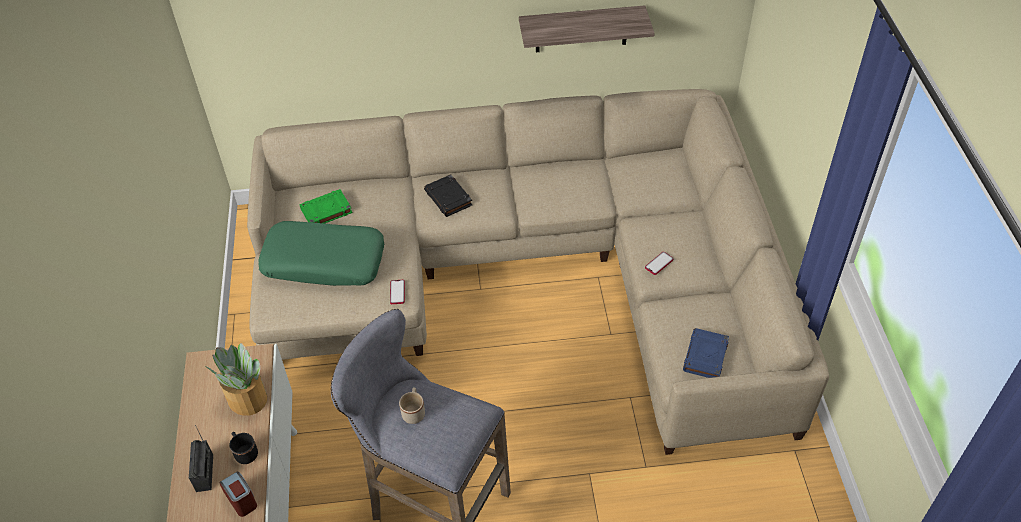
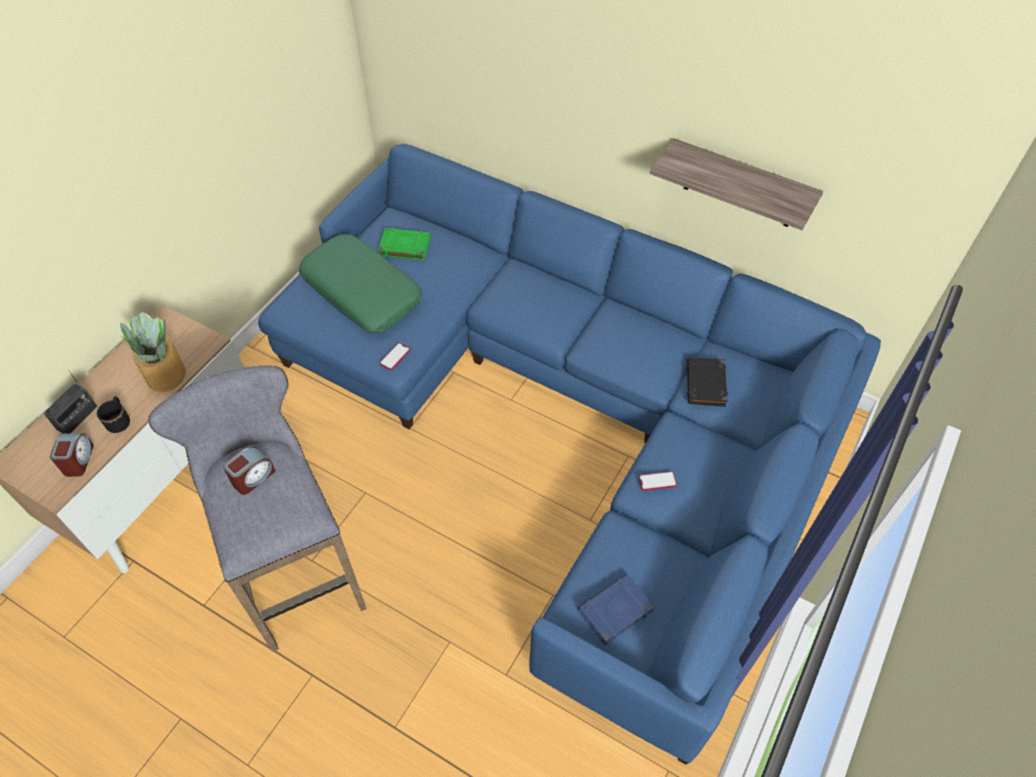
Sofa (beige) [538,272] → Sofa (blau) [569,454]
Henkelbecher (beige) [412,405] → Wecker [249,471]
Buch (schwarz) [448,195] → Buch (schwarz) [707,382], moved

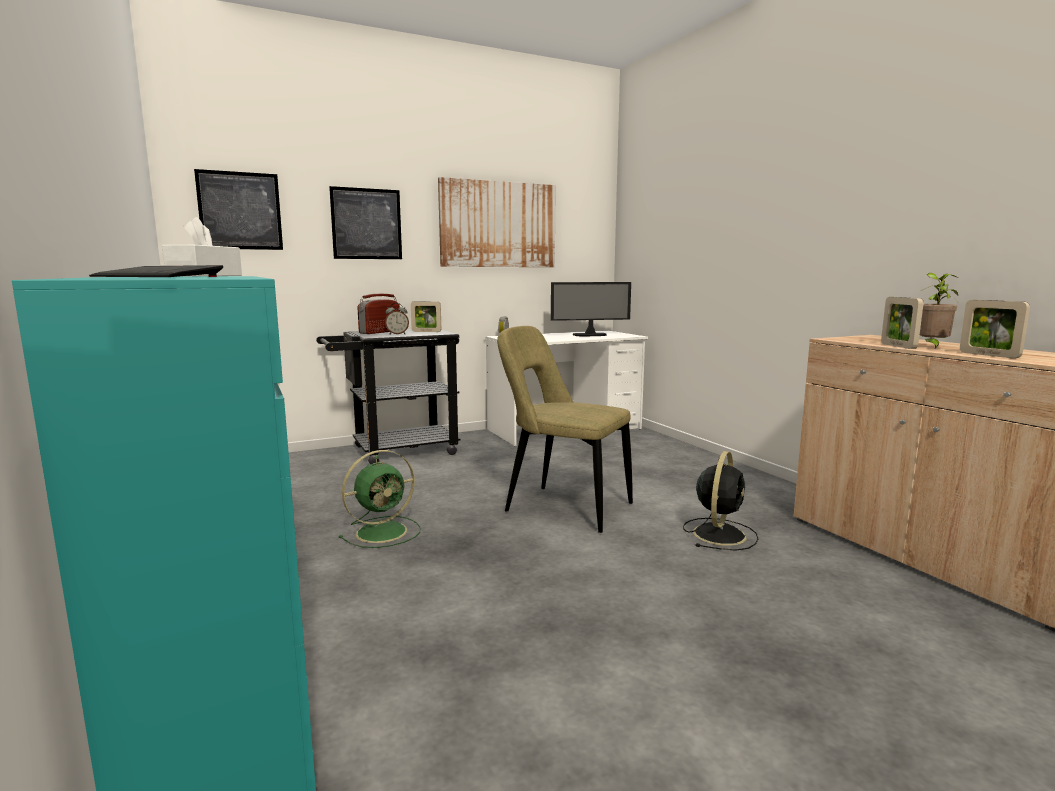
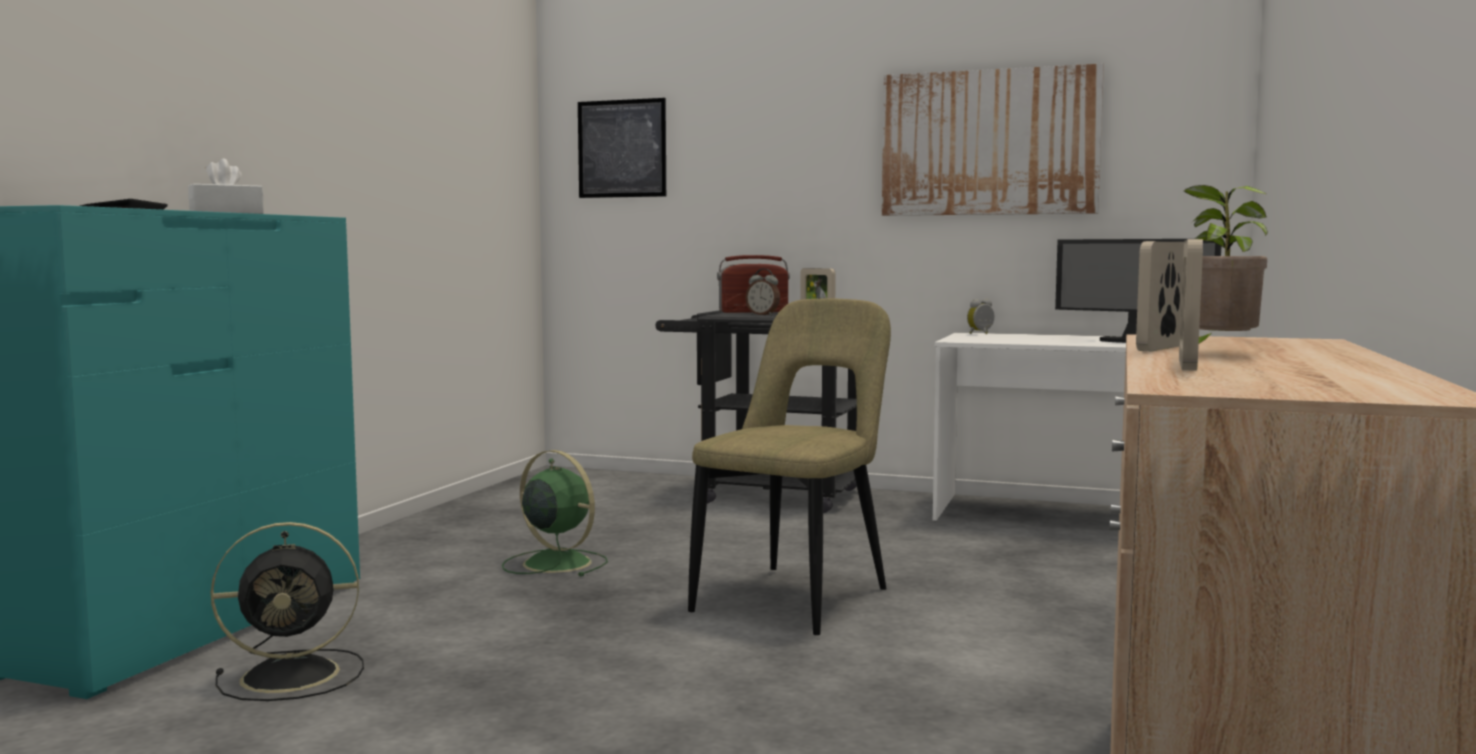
Bild [365,222] → -
Ventilator (grün) [379,499] → Ventilator (grün) [555,513], 150 degrees counterclockwise
Stuhl (beige) [565,429] → Stuhl (beige) [789,467], 45 degrees clockwise
Ventilator (schwarz) [720,501] → Ventilator (schwarz) [287,611], moved

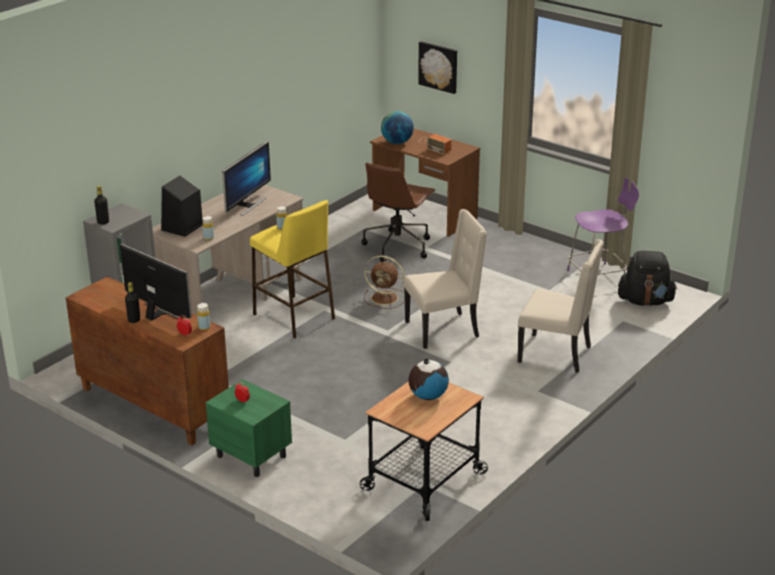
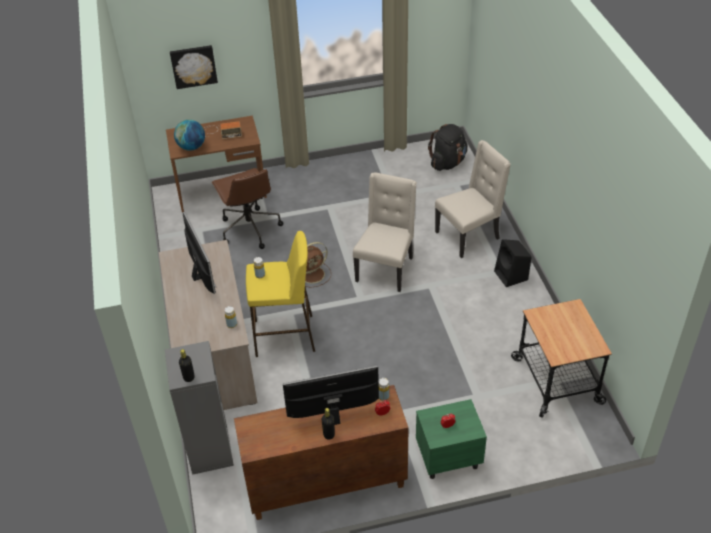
Lautsprecher (schwarz) [182,206] → Lautsprecher (schwarz) [512,263], moved
Globus [428,379] → -
Stuhl (lila) [603,226] → -

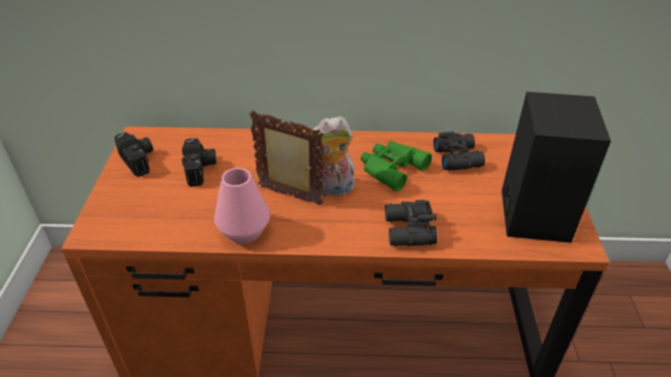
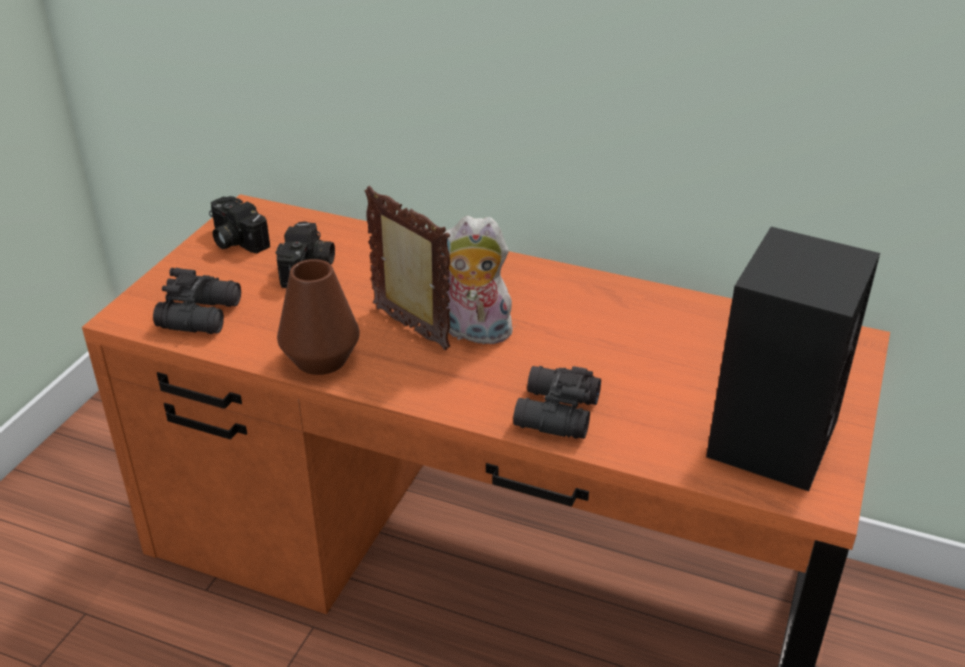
Kamera [133,154] → Kamera [239,224], 150 degrees clockwise
Vase (rosa) [242,206] → Vase (braun) [318,317]
Fernglas (grün) [396,166] → -
Fernglas (schwarz) [459,151] → Fernglas (schwarz) [197,301], moved

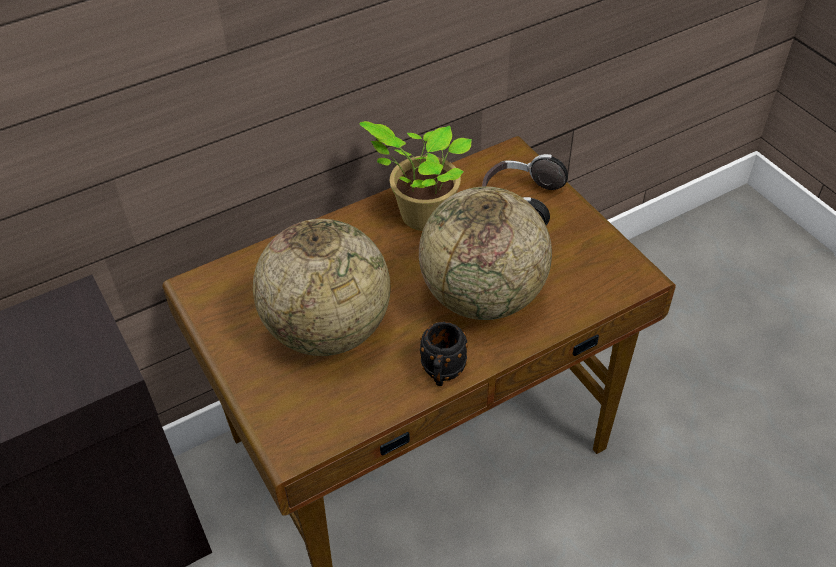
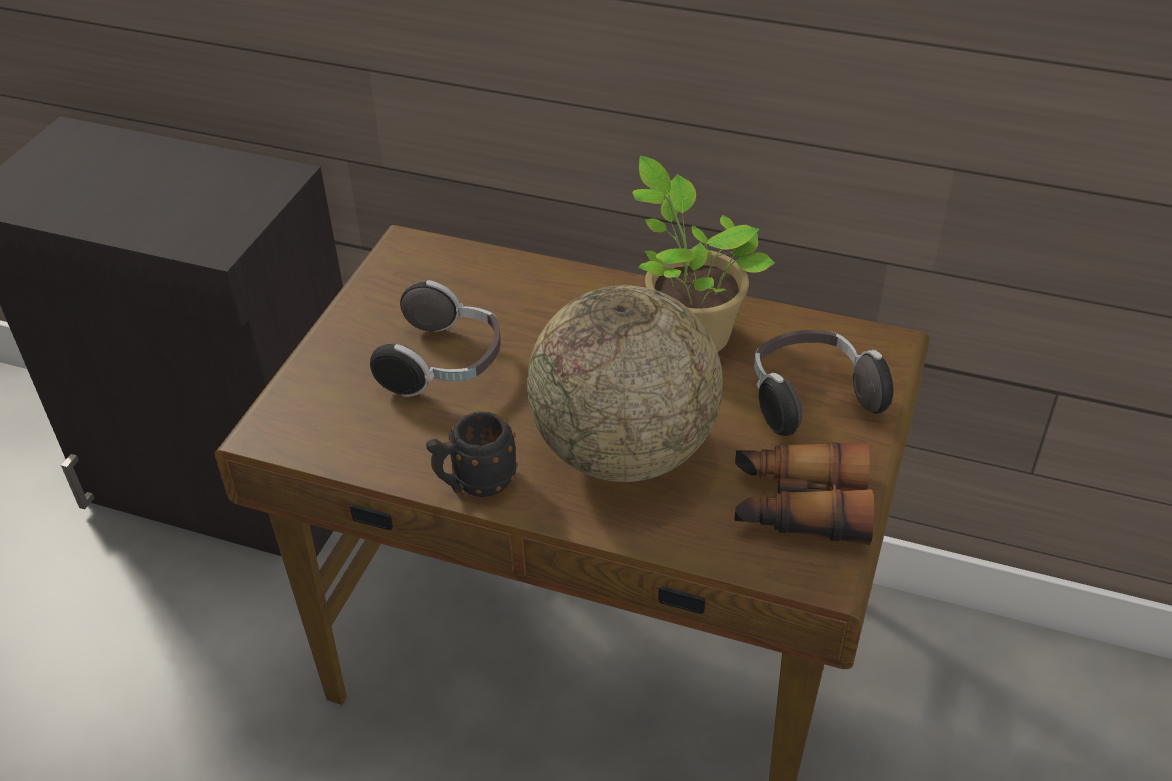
Globus [322,287] → Kopfhörer [435,338]
- → Fernglas [804,493]

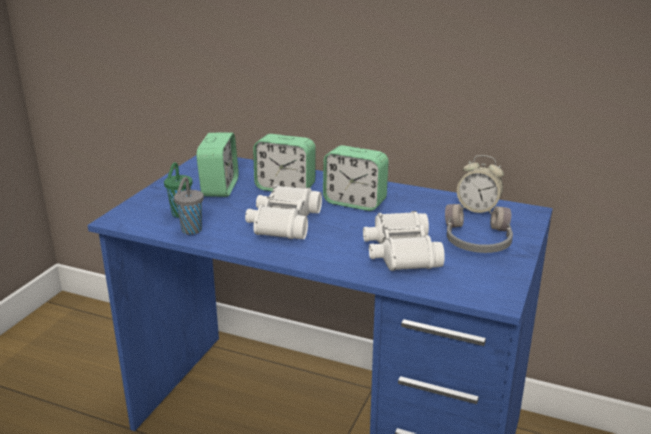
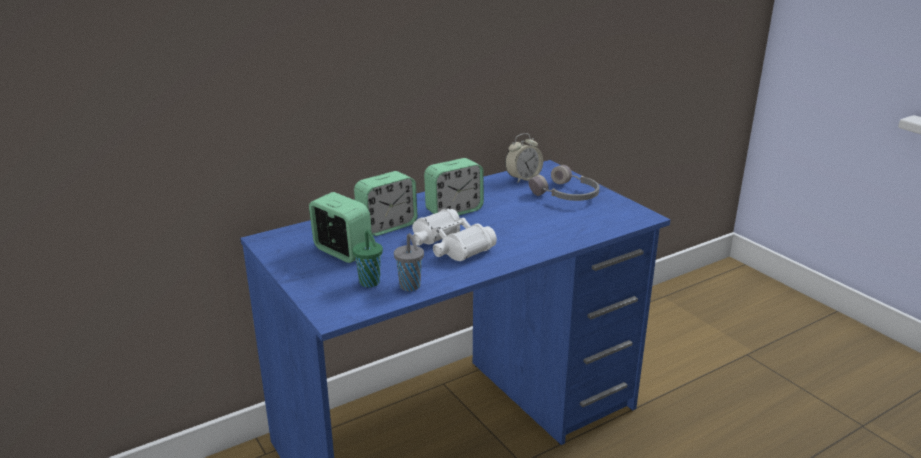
Fernglas (weiß) [404,241] → -

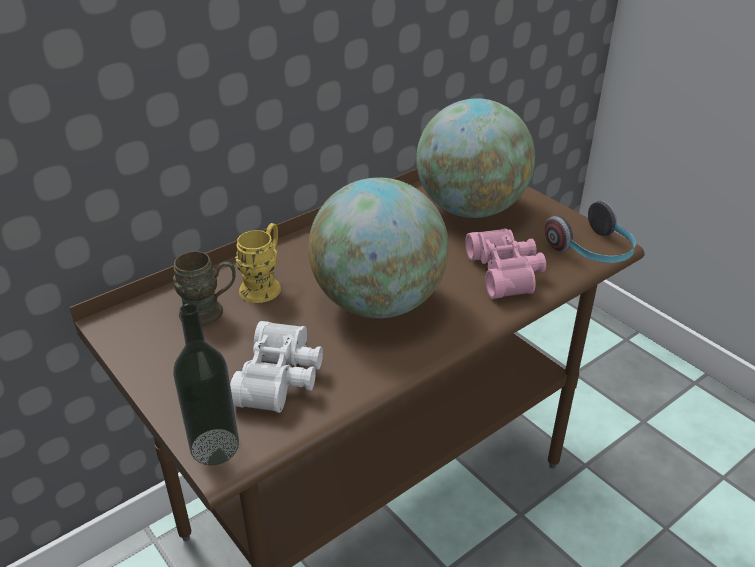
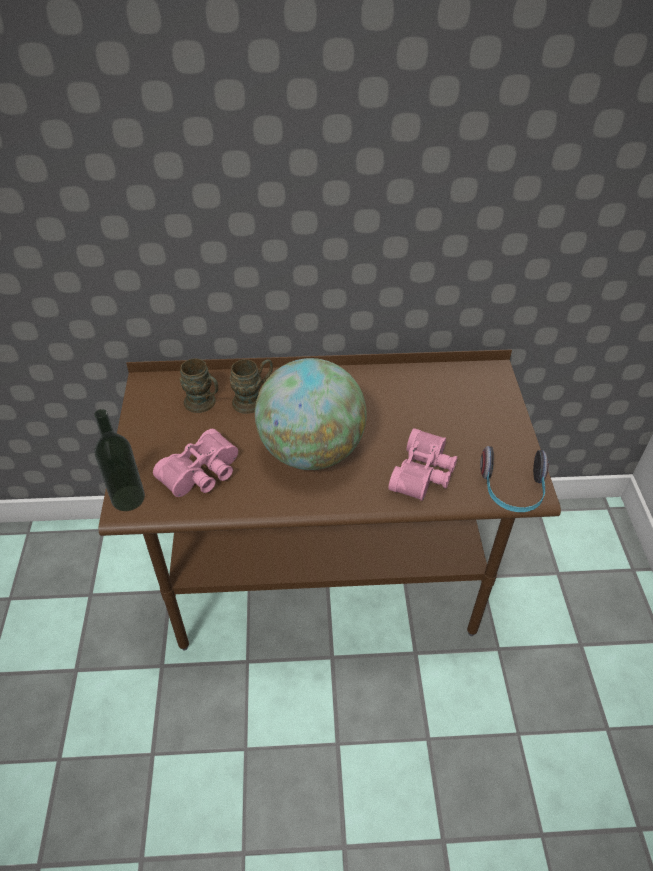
Fernglas (weiß) [276,367] → Fernglas (rosa) [195,463]
Henkelbecher (gelb) [258,263] → Henkelbecher (braun) [251,386]
Globus [475,158] → -

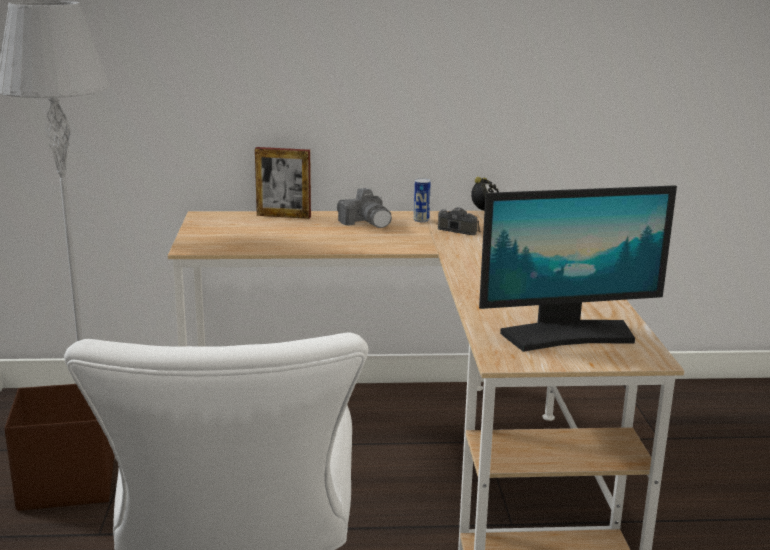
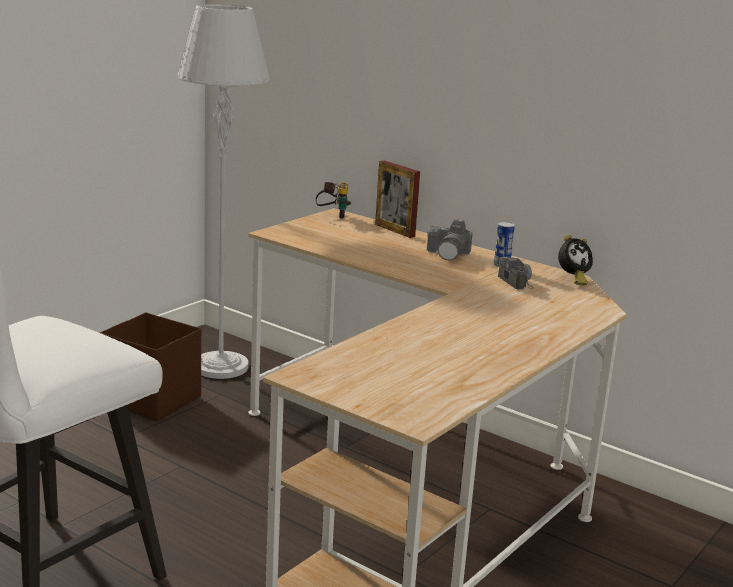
Monitor [578,268] → -
- → Fernglas [333,200]

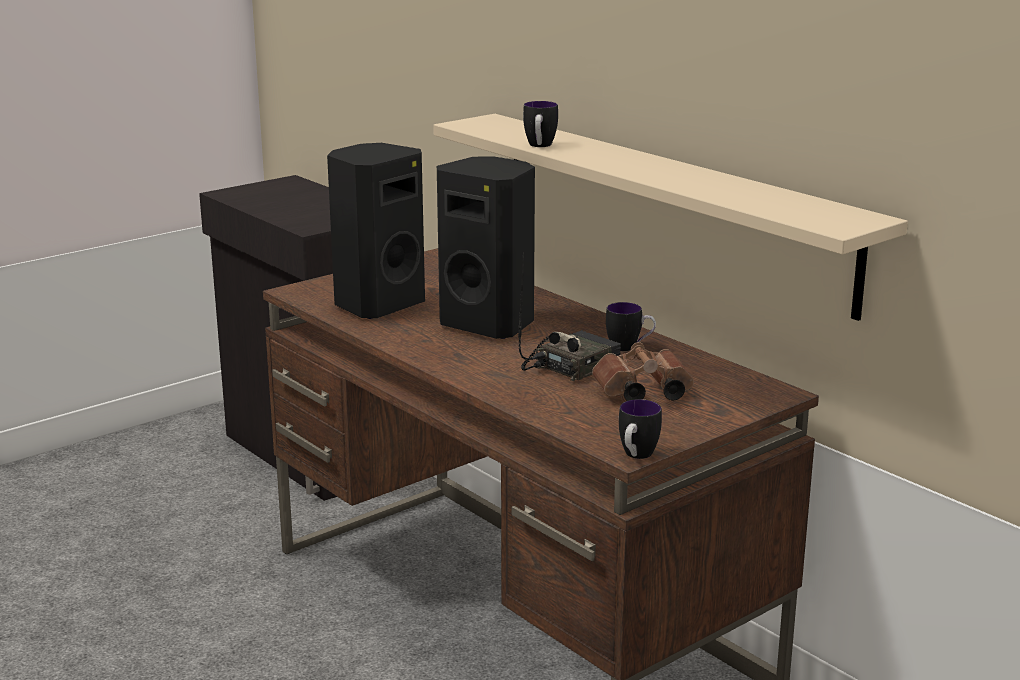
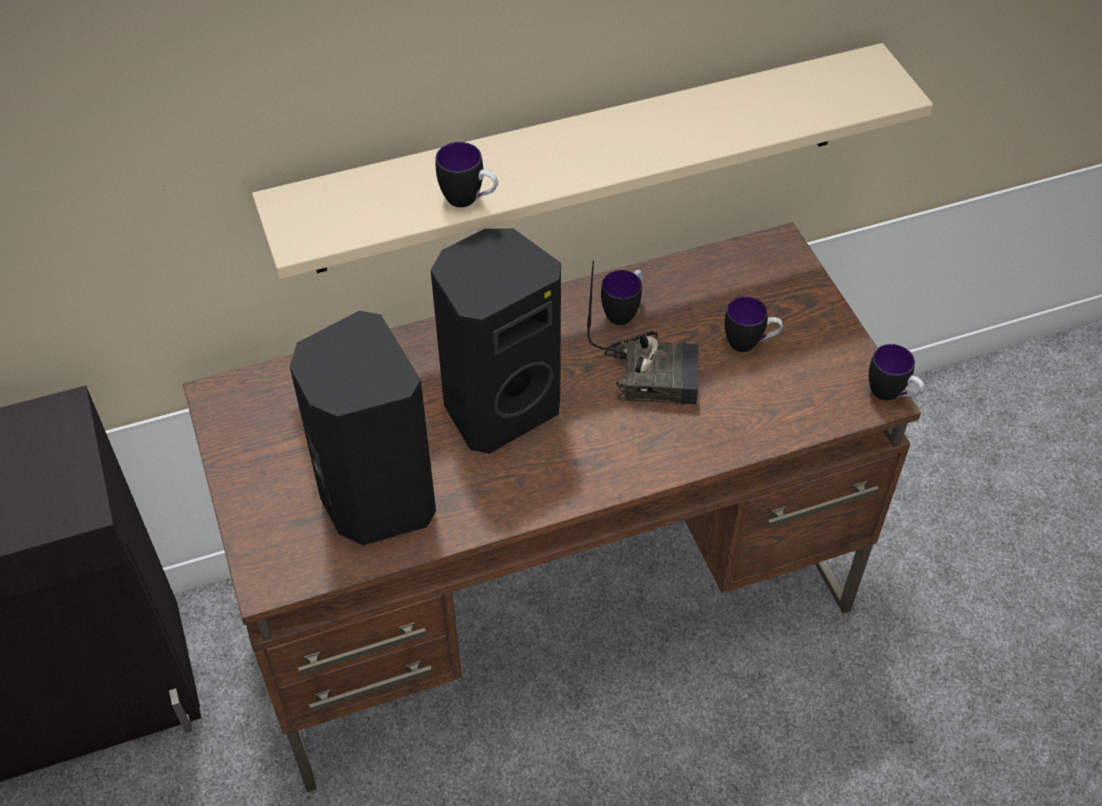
Radio [569,316] → Radio [643,332], 120 degrees clockwise
Fernglas (braun) [643,372] → Henkelbecher [754,324]

